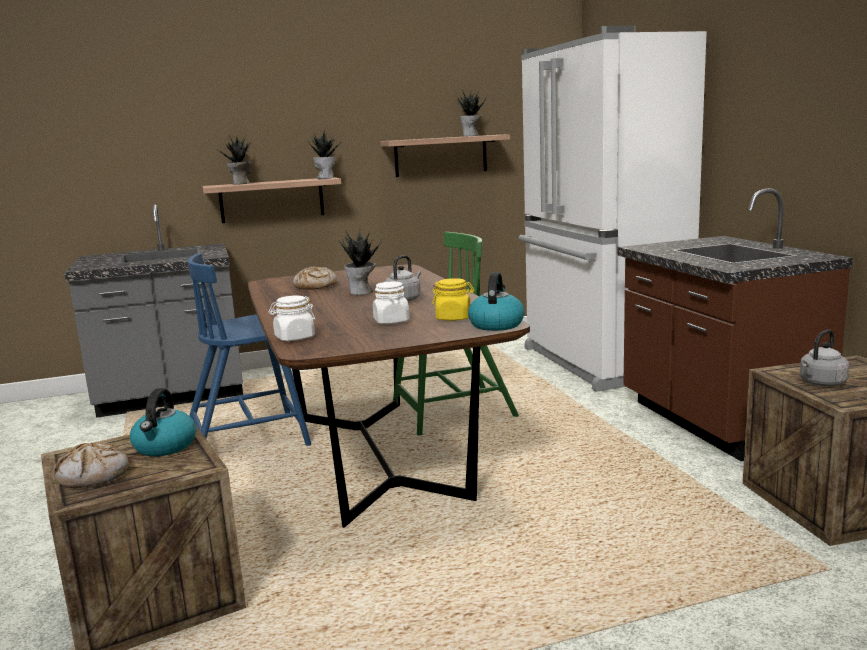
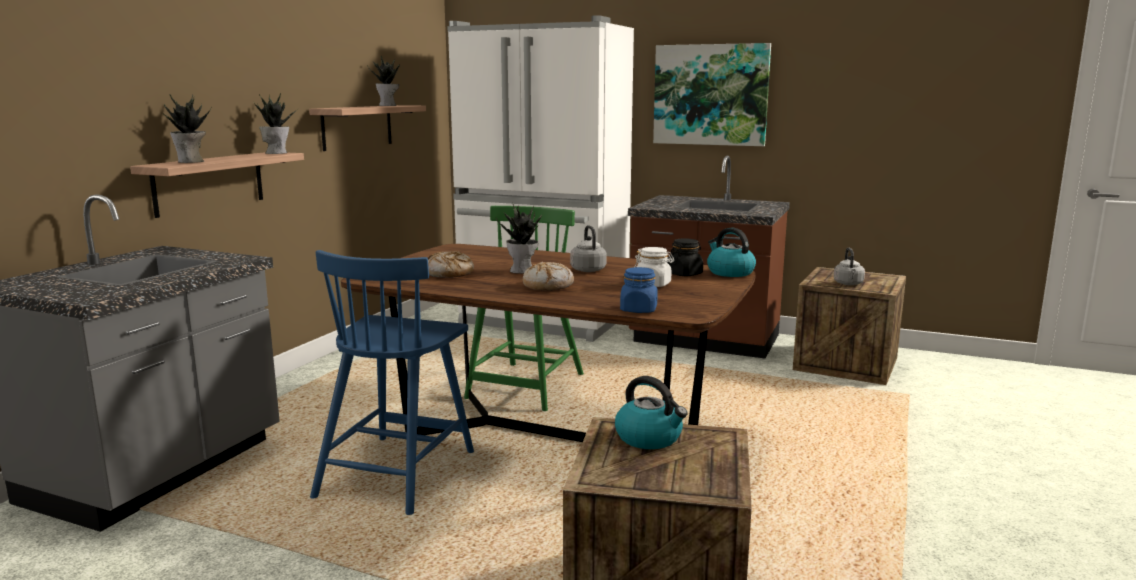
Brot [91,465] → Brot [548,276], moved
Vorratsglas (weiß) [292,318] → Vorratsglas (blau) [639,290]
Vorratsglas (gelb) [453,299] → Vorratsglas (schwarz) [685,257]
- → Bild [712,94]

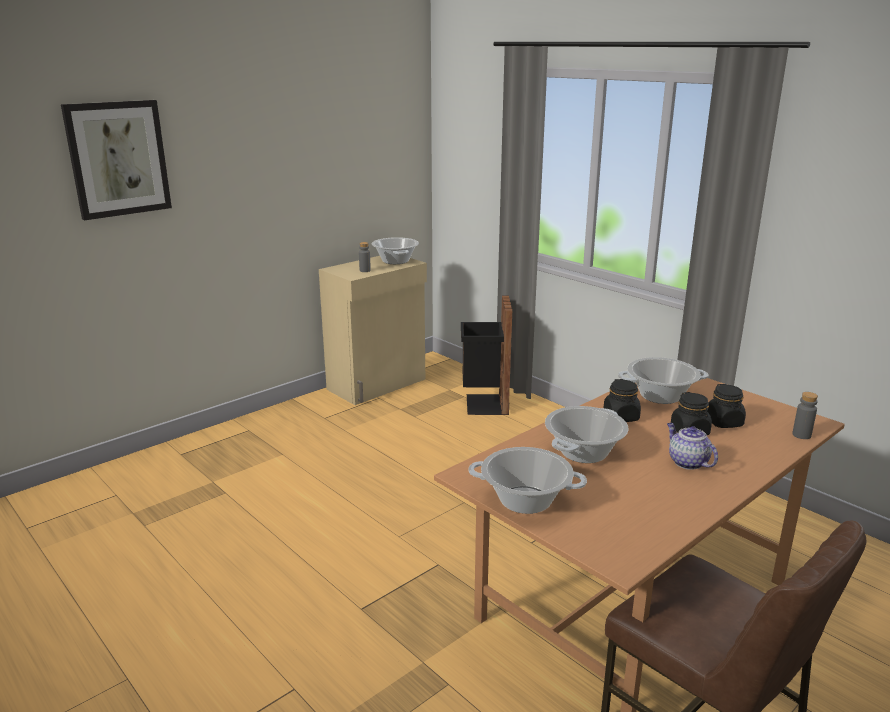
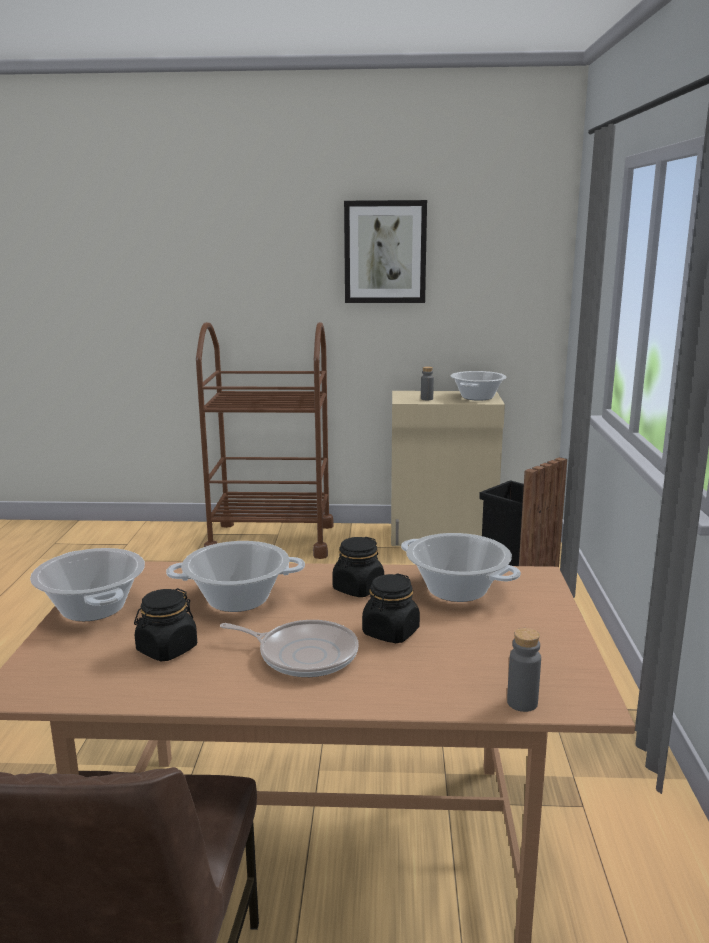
Bild [116,160] → Bild [385,251], moved
Teekanne [692,446] → Pfanne [289,648]
Vorratsglas (schwarz) [726,406] → Vorratsglas (schwarz) [165,624], moved
- → Rollwagen (braun) [265,440]

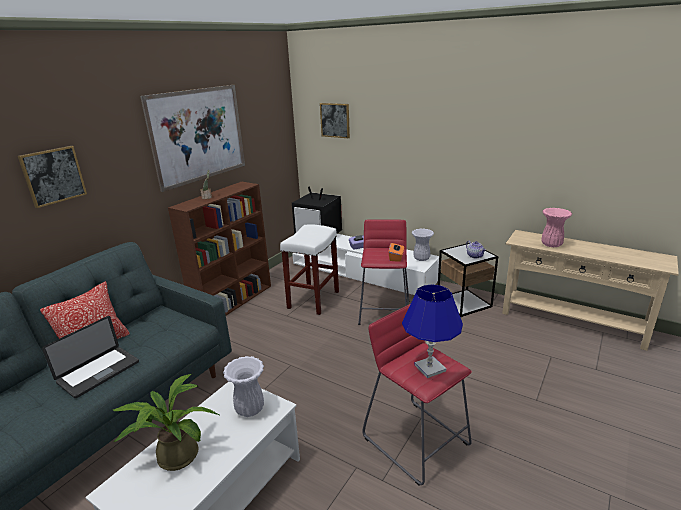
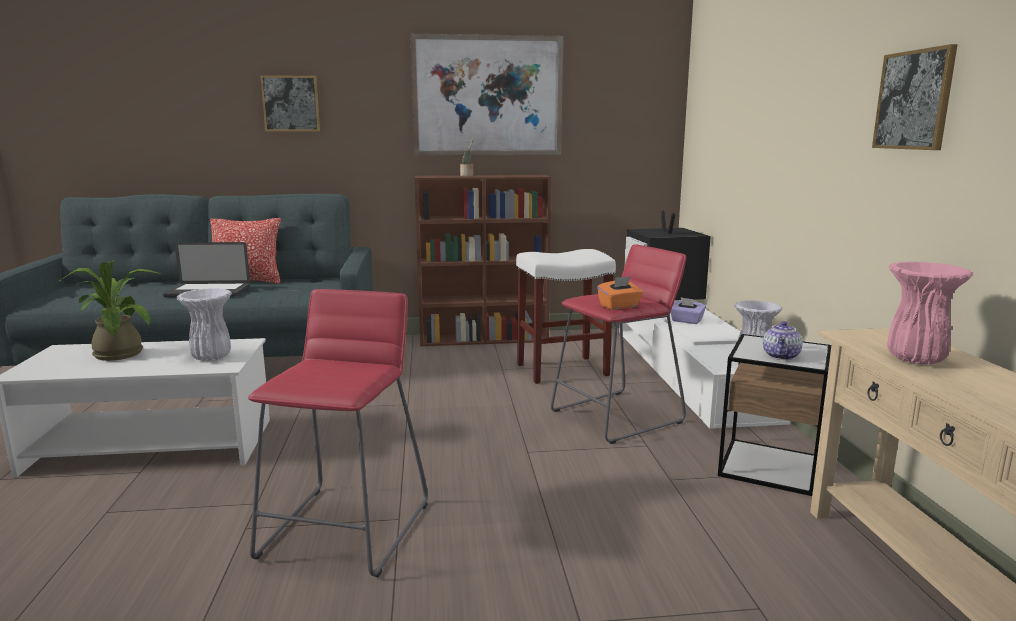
Bild [335,120] → Bild [915,97], moved
Tischlampe (blau) [432,331] → -

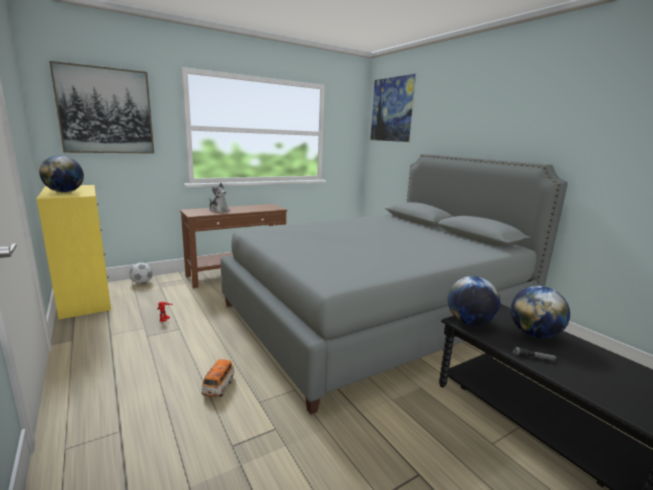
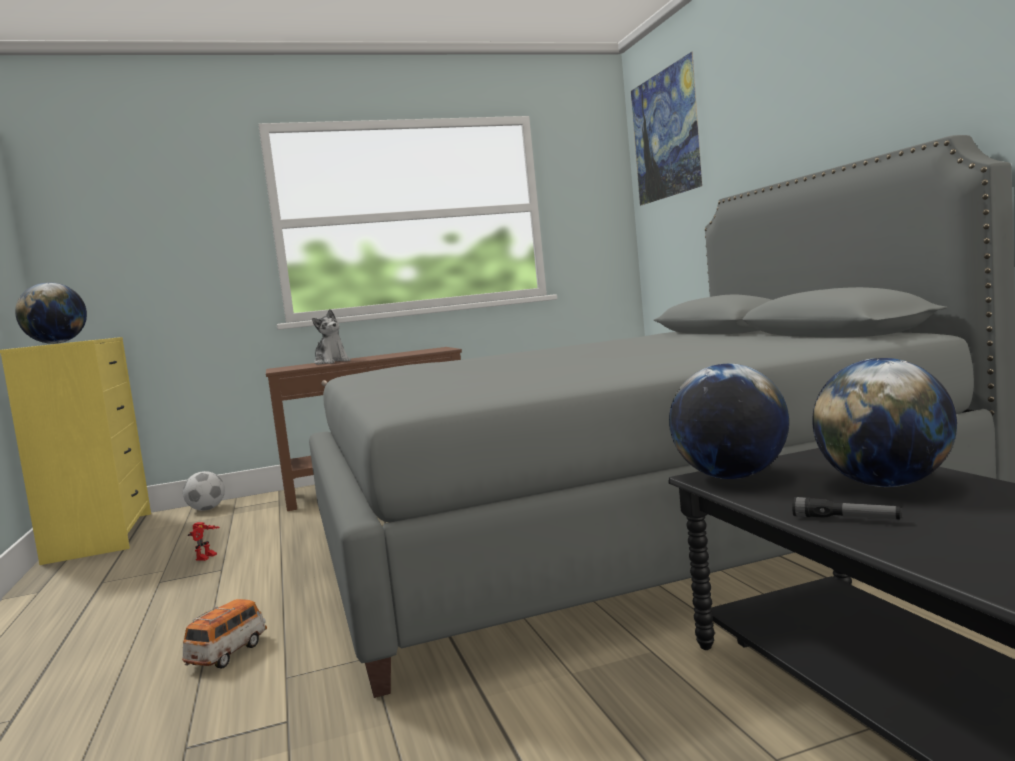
Bild [101,107] → -

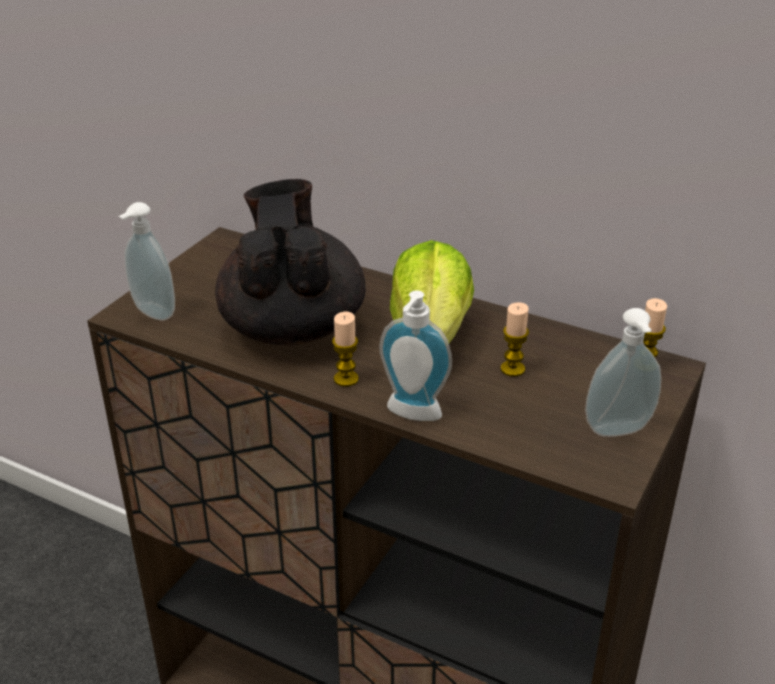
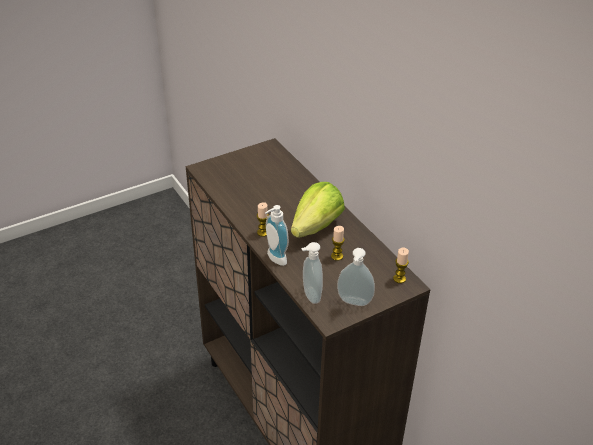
Seifenspender [146,261] → Seifenspender [312,273], moved
Teekanne (schwarz) [290,262] → -

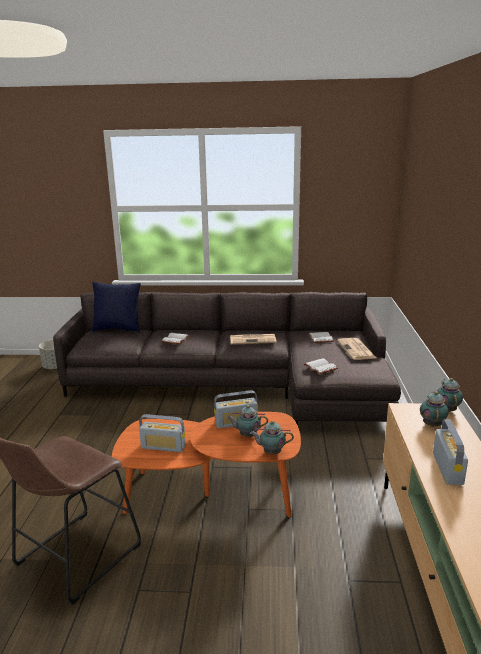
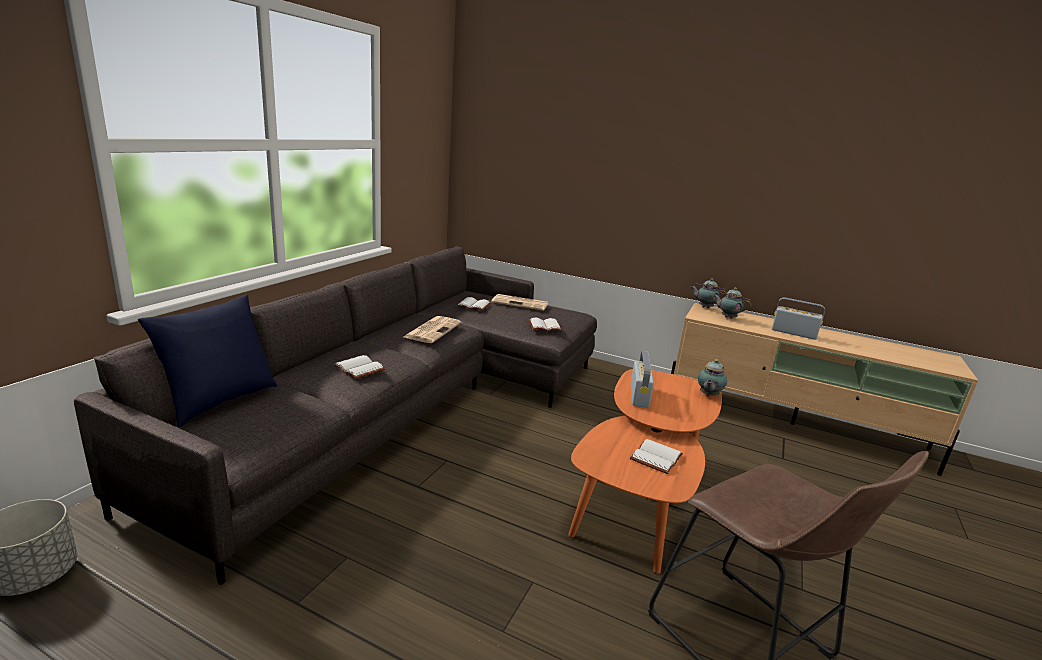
Radio [162,433] → Buch (weiß) [656,456]
Teekanne [247,421] → -

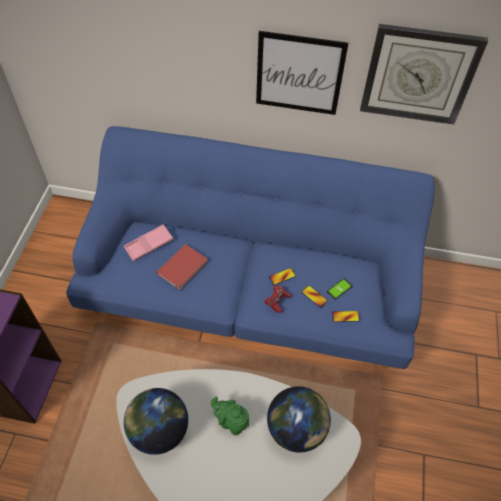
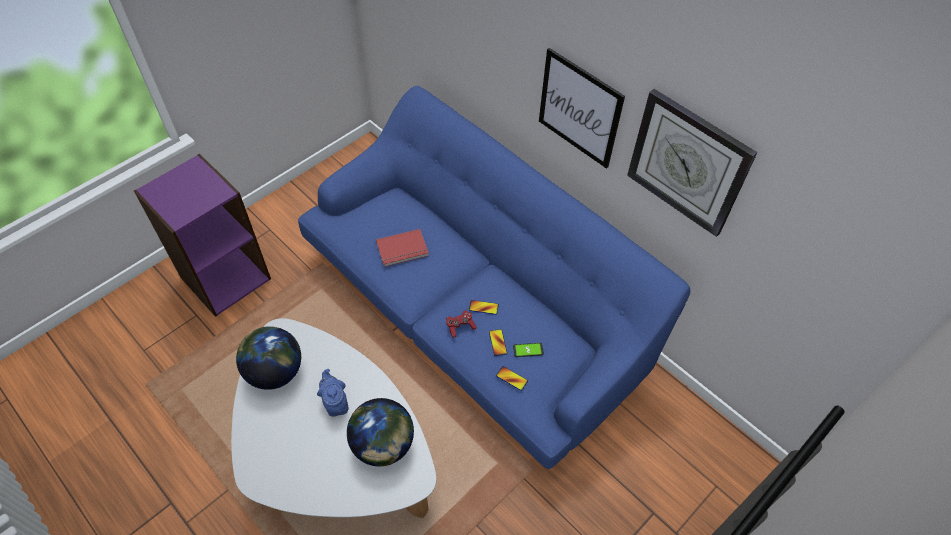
Tablett (rosa) [148,242] → -
Teekanne (grün) [230,415] → Teekanne (blau) [333,393]

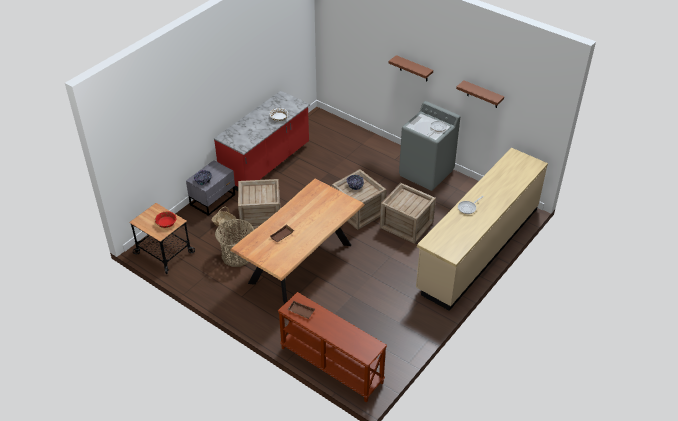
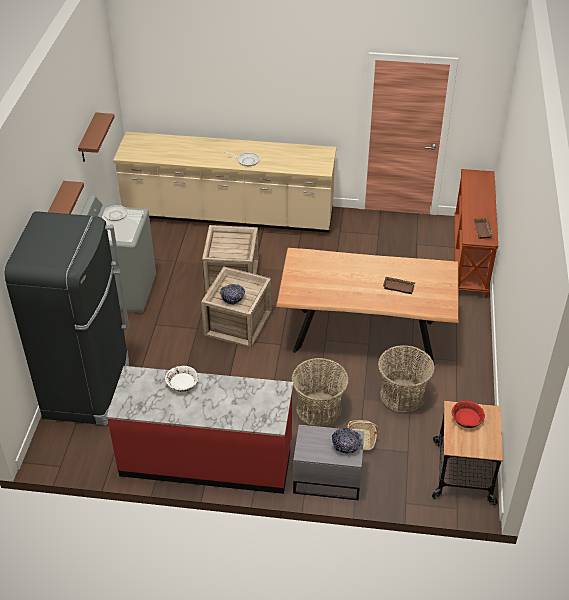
Kiste [259,204] → Korb [320,392]
- → Kühlschrank (schwarz) [67,318]

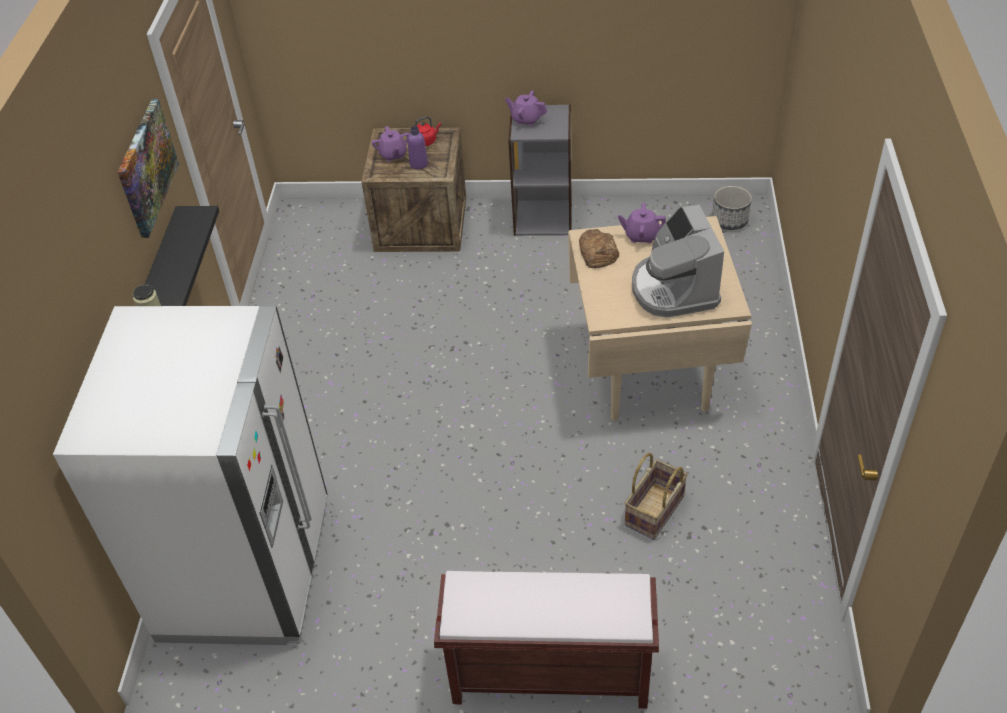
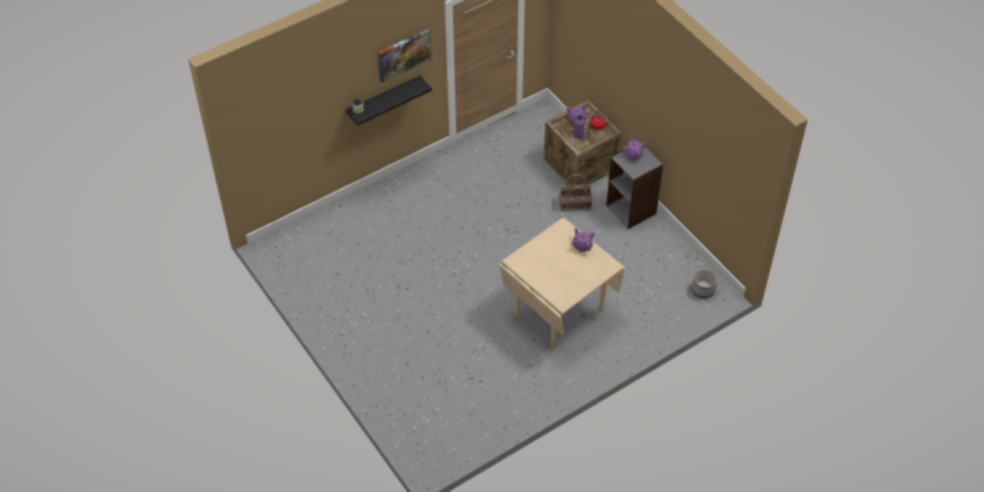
Kühlschrank (weiß) [190,475] → -
Bank (braun) [546,640] → -
Brot [599,248] → -
Korb [656,496] → Korb [576,192], moved
Kaffeemaschine [678,261] → -

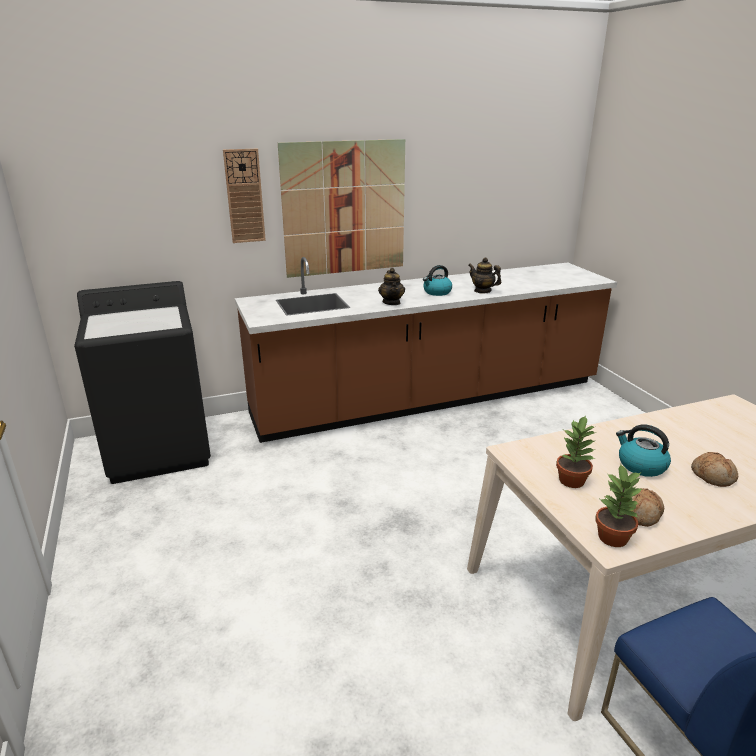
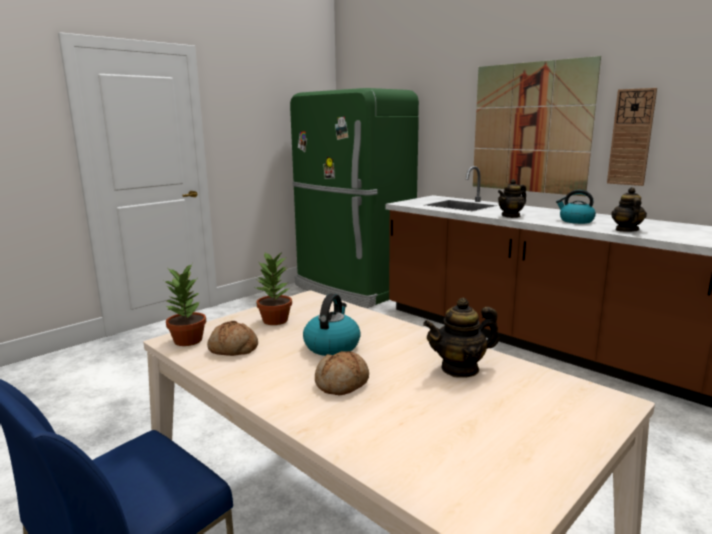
Waschmaschine (schwarz) [142,382] → Kühlschrank (grün) [354,198]
Wanduhr [244,196] → Wanduhr [632,137], moved
- → Teekanne [461,338]

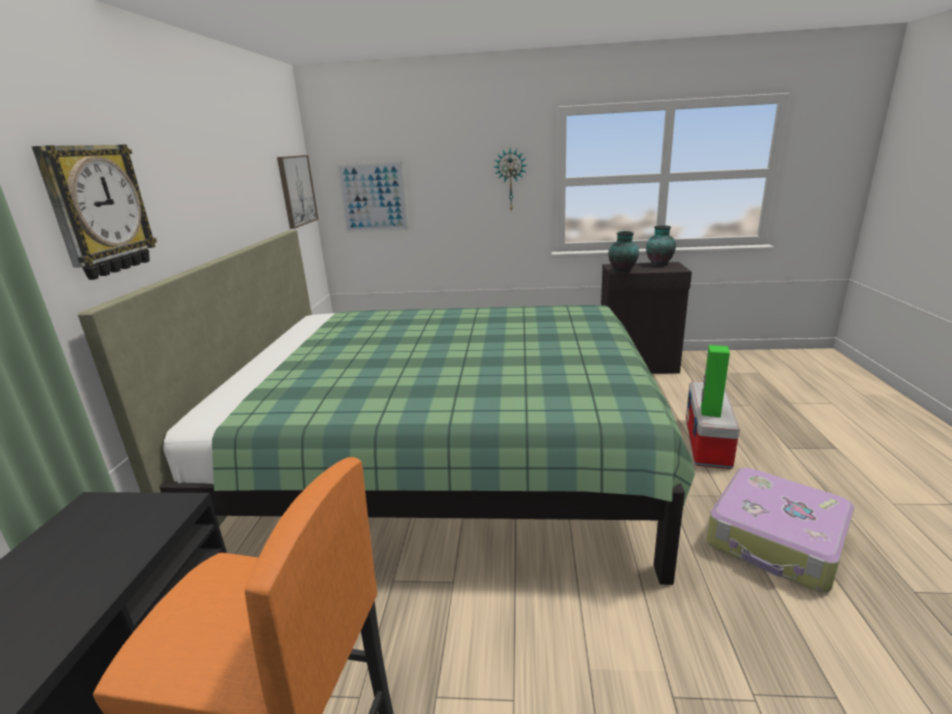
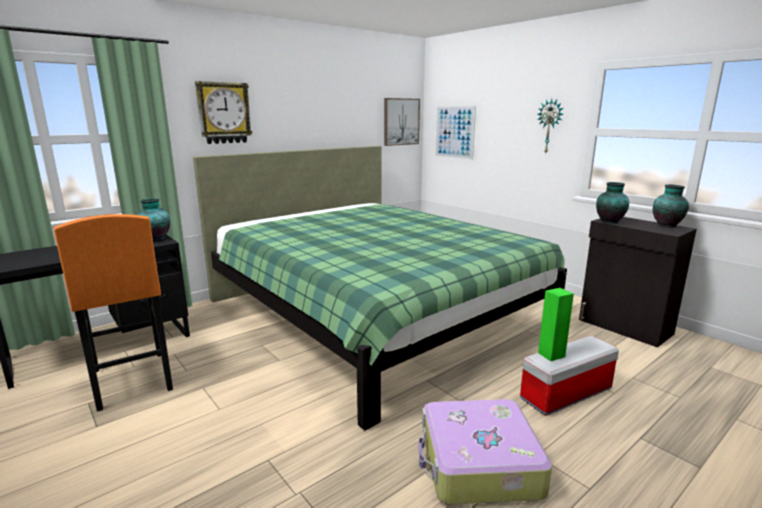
- → Vase [153,219]

